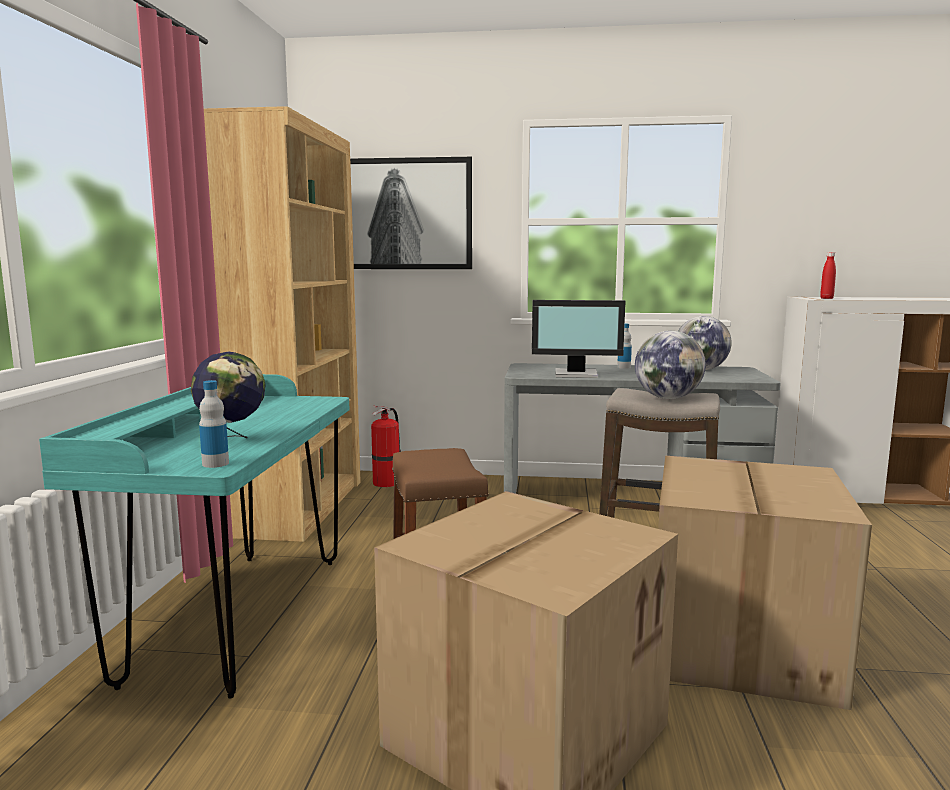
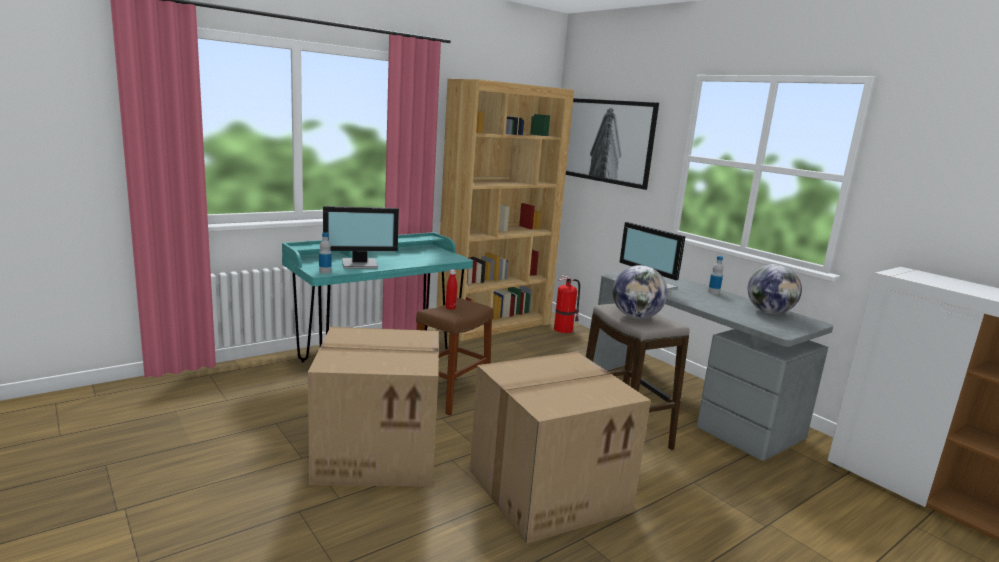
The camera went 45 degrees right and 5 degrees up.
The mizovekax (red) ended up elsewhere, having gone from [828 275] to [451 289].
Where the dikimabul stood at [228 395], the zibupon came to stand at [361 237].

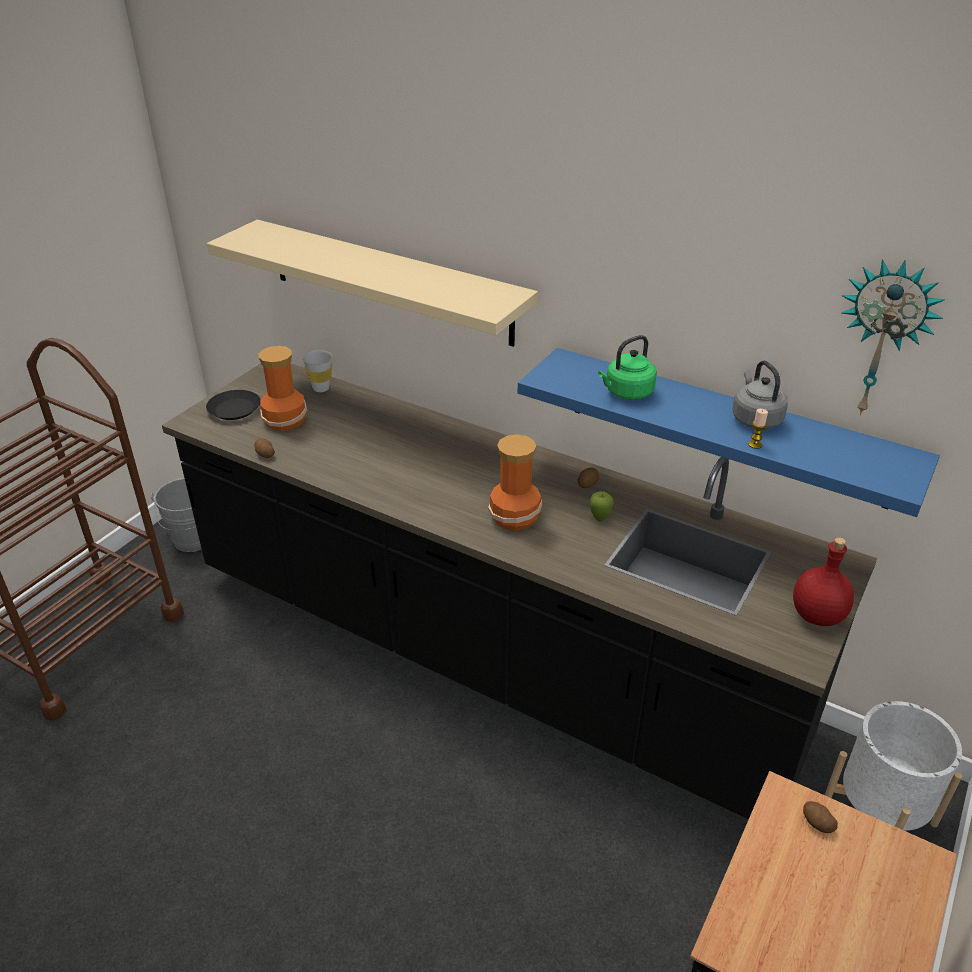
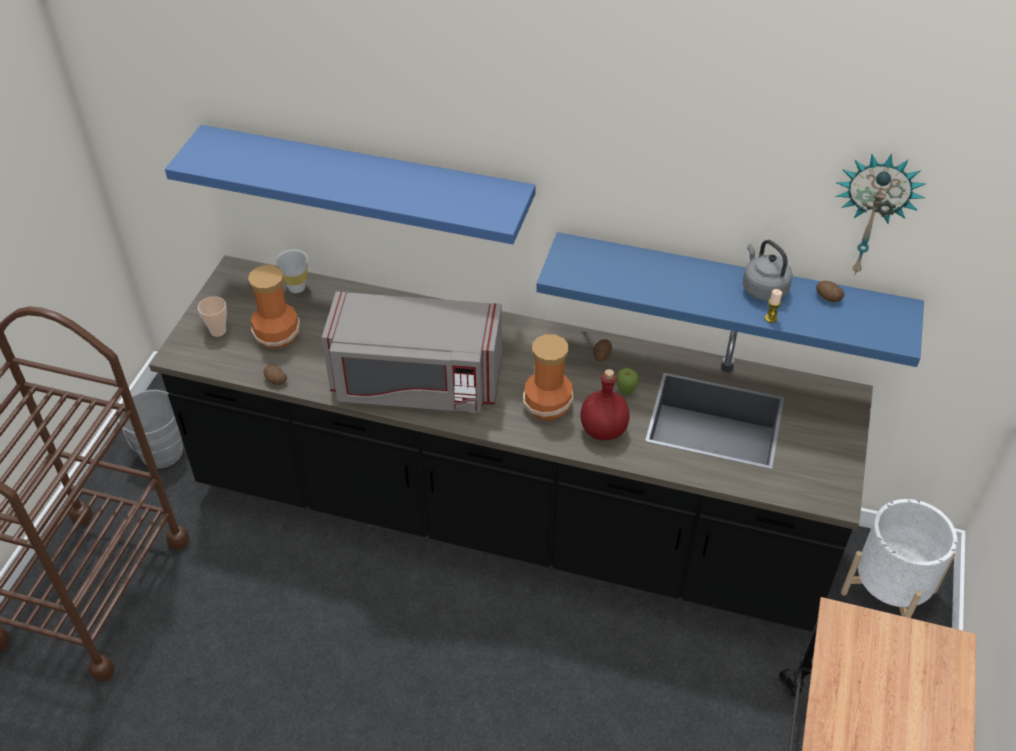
The camera went 15 degrees left and 10 degrees up.
The second view lost the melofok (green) at [627 367].
The second view gained the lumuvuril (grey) at [412 352].
The mizovekax (red) ended up elsewhere, having gone from [823 581] to [604 404].
The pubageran ended up elsewhere, having gone from [820 817] to [830 291].
Where the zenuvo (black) stood at [233 405], the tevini came to stand at [212 316].
What was the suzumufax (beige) at [372 283] turned into the suzumufax (blue) at [350 184].

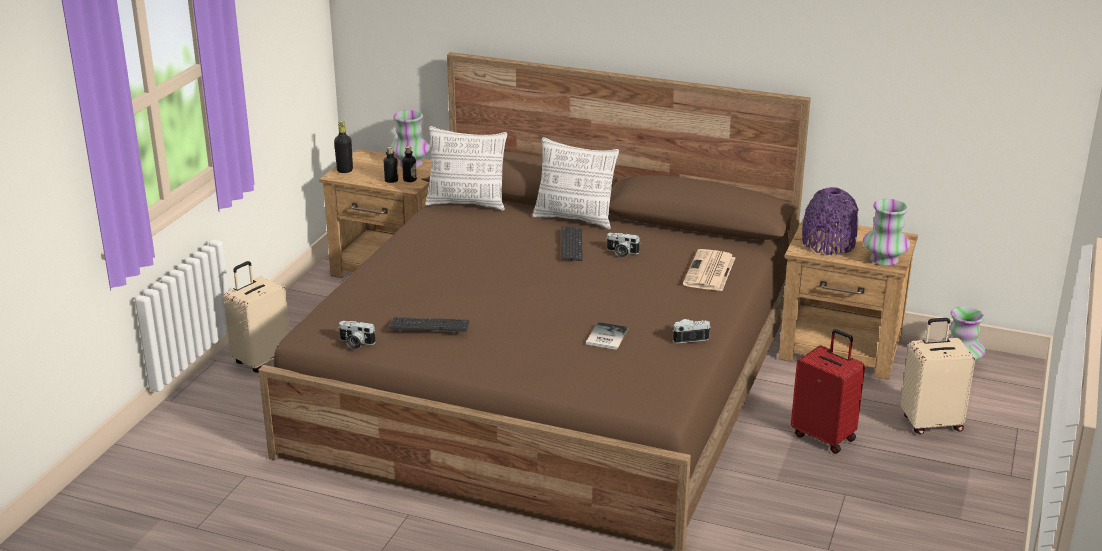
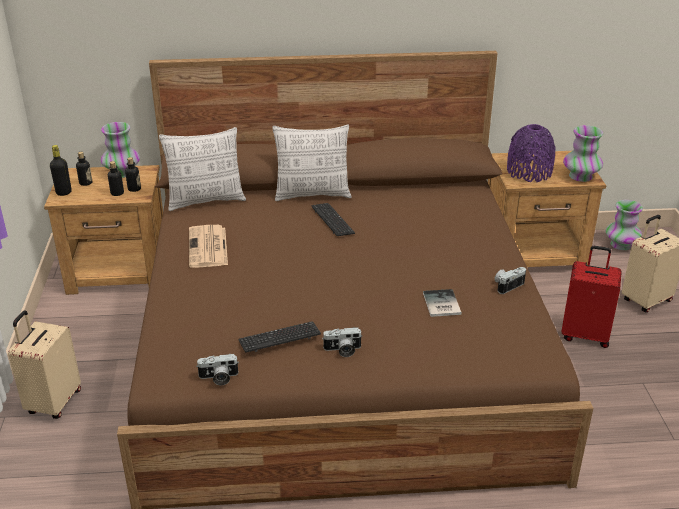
The camera went 25 degrees left and 5 degrees up.
The second view gained the mizovekax at [84 169].
The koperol ended up elsewhere, having gone from [623 245] to [343 342].
The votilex ended up elsewhere, having gone from [709 270] to [208 246].

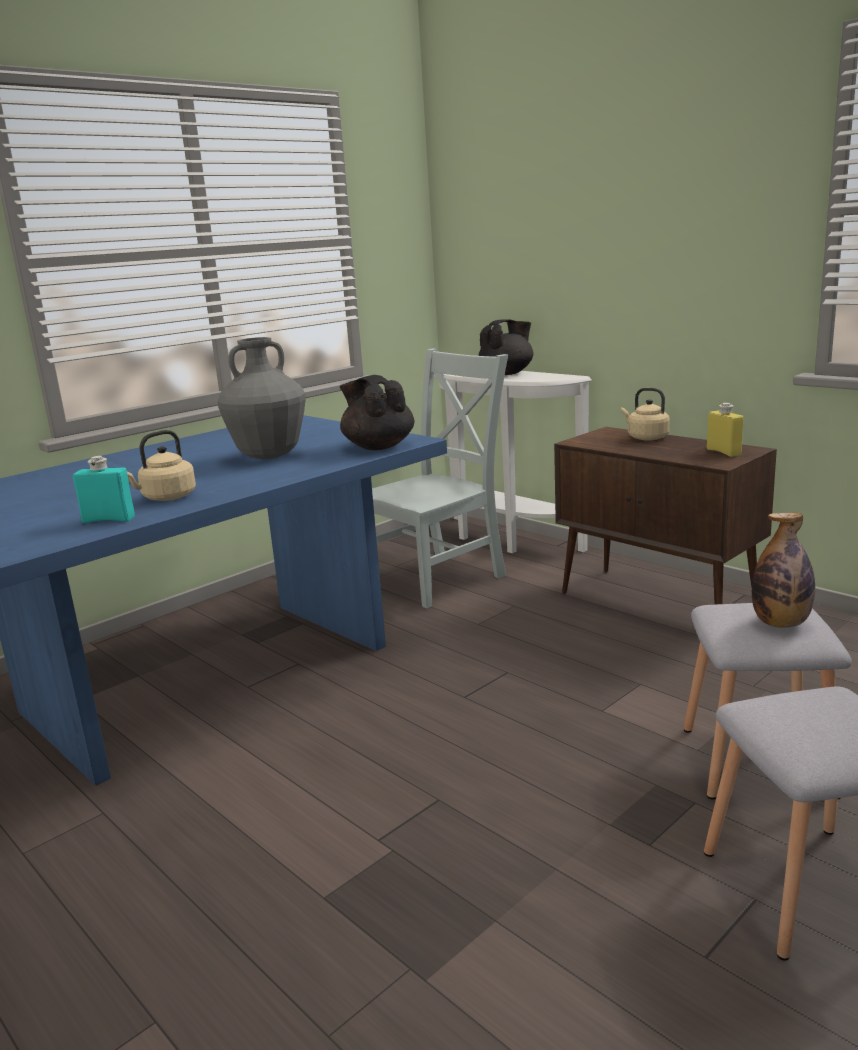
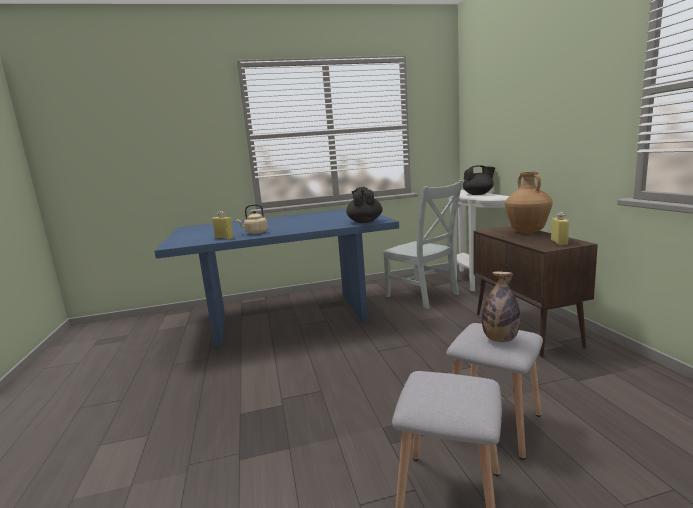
The camera went 30 degrees right and 5 degrees down.
The second view lost the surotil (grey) at [262 398].
Where the melofok (beige) stood at [645 414], the surotil (brown) came to stand at [529 202].
What was the mizovekax (turquoise) at [104 489] turned into the mizovekax (yellow) at [223 225].
The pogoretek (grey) at [440 478] ended up facing another way, 60 degrees clockwise from before.

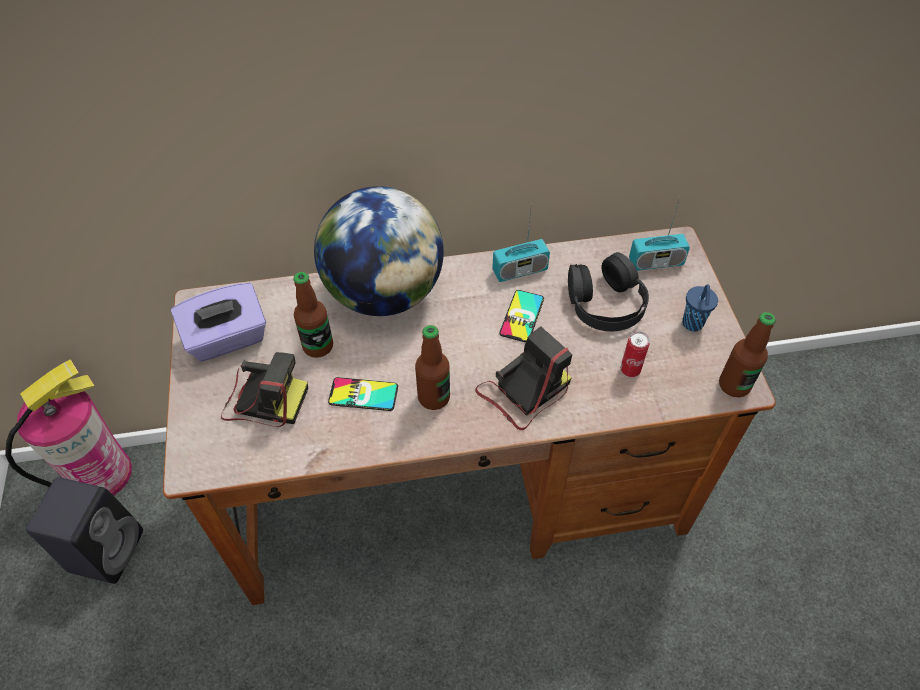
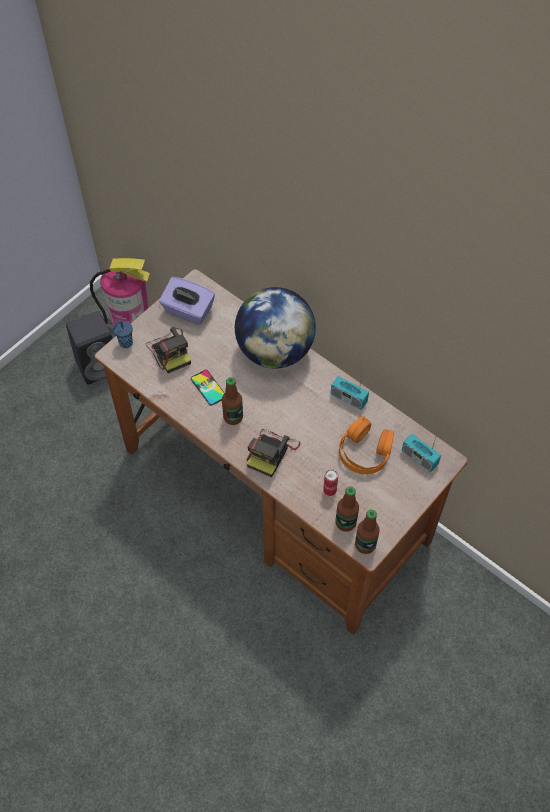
The camera went 50 degrees right and 5 degrees up.
The second view lost the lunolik at [521 316].
The mizovekax ended up elsewhere, having gone from [313 315] to [347 509].
The tevini (blue) ended up elsewhere, having gone from [700 307] to [122 334].
What was the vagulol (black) at [608 292] turned into the vagulol (orange) at [366 445].
The koperol at [523 378] ended up facing another way, 105 degrees clockwise from before.

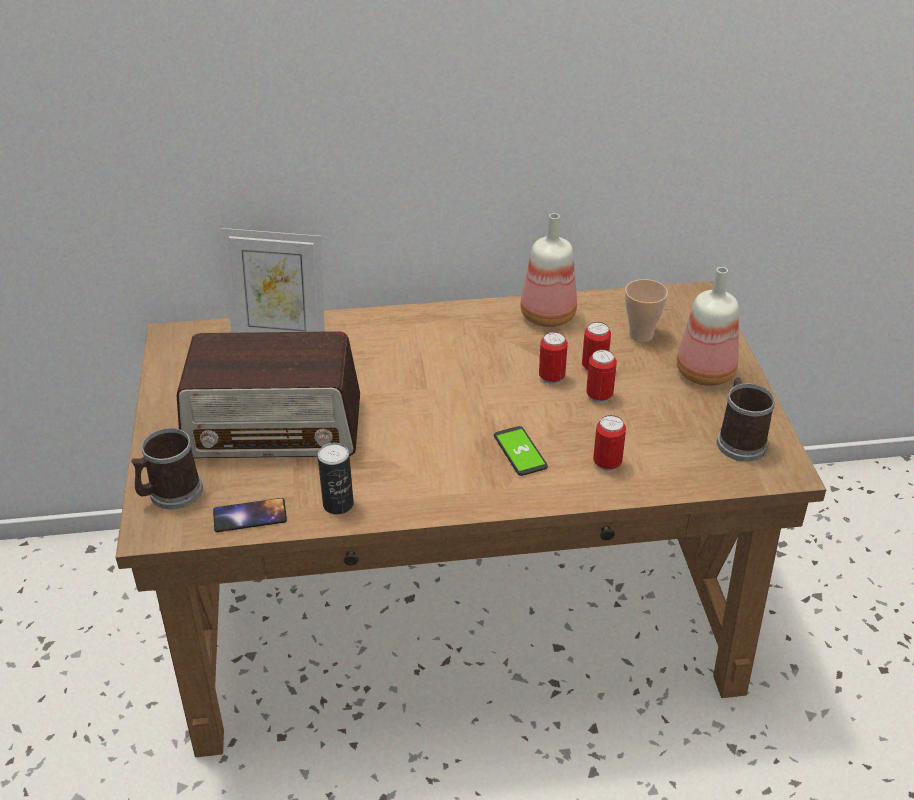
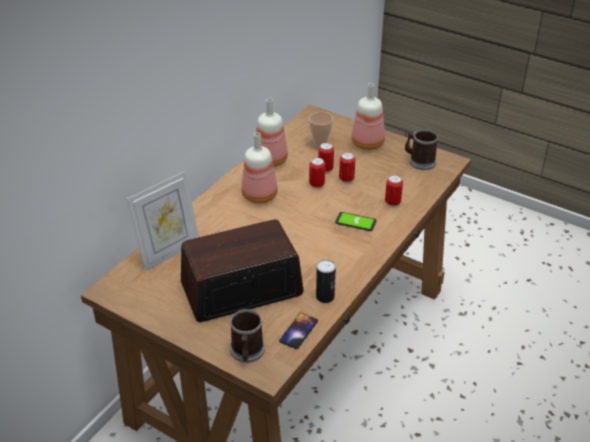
The camera went 50 degrees left and 0 degrees up.
The second view gained the mizovekax at [259 168].
The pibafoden at [268 394] ended up facing another way, 150 degrees counterclockwise from before.

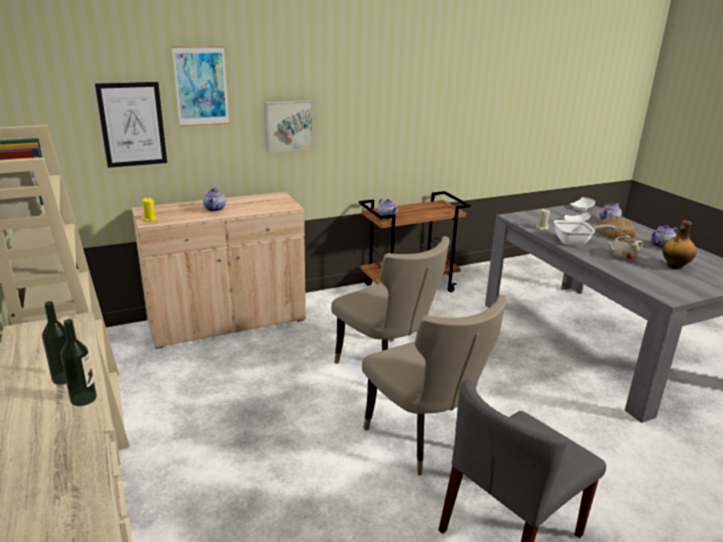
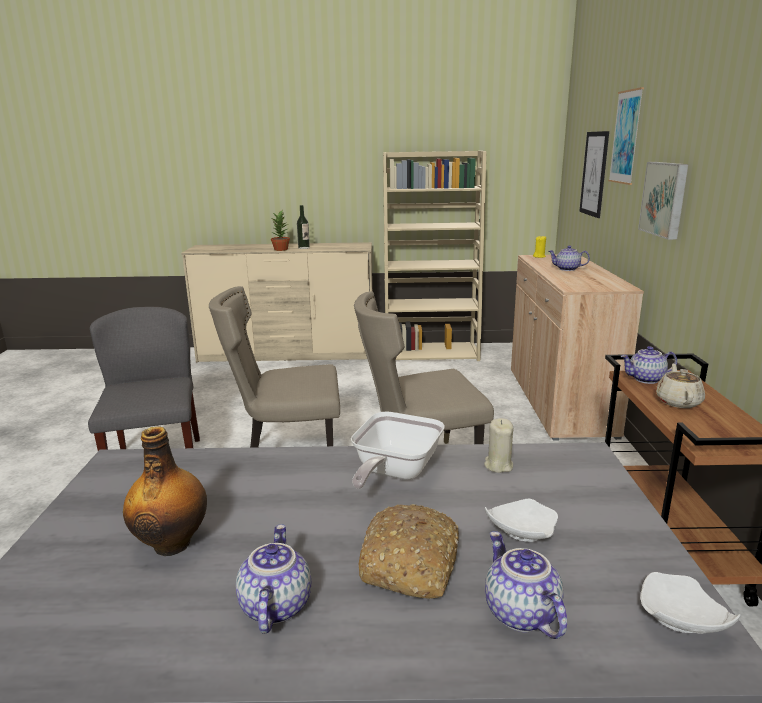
The camera went 115 degrees right and 5 degrees down.
The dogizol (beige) ended up elsewhere, having gone from [625 247] to [680 386].
Where the mizovekax stood at [79 362], the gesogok came to stand at [280 230].

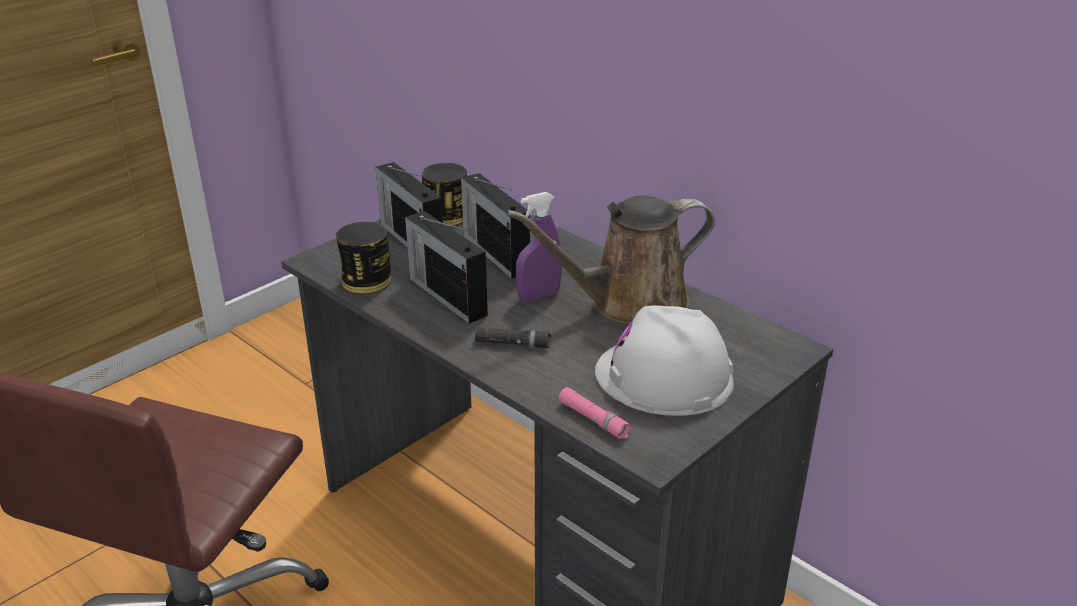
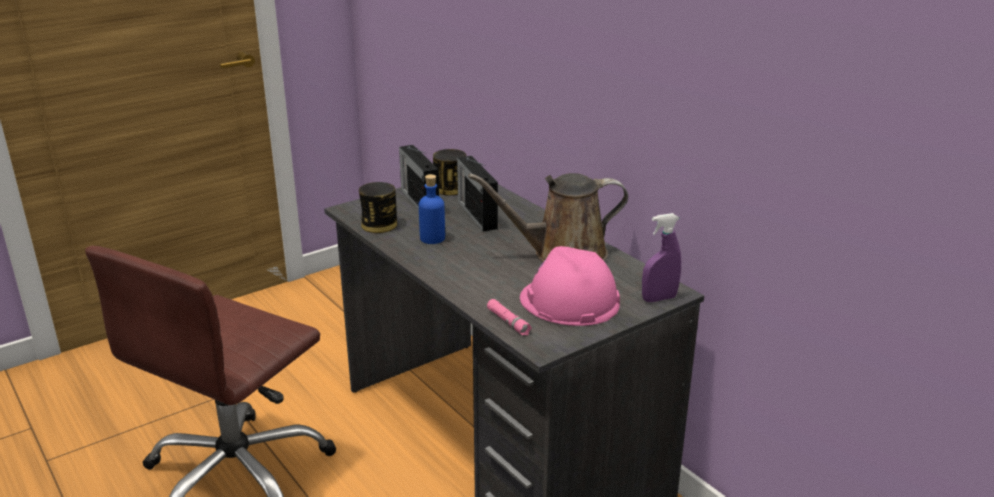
The camera went 10 degrees right and 5 degrees down.
The second view lost the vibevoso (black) at [513 337].
The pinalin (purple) ended up elsewhere, having gone from [539 247] to [661 257].
Where the pibafoden stood at [446 267], the mizovekax (blue) came to stand at [432 209].
What was the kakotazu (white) at [664 361] turned into the kakotazu (pink) at [570 286].

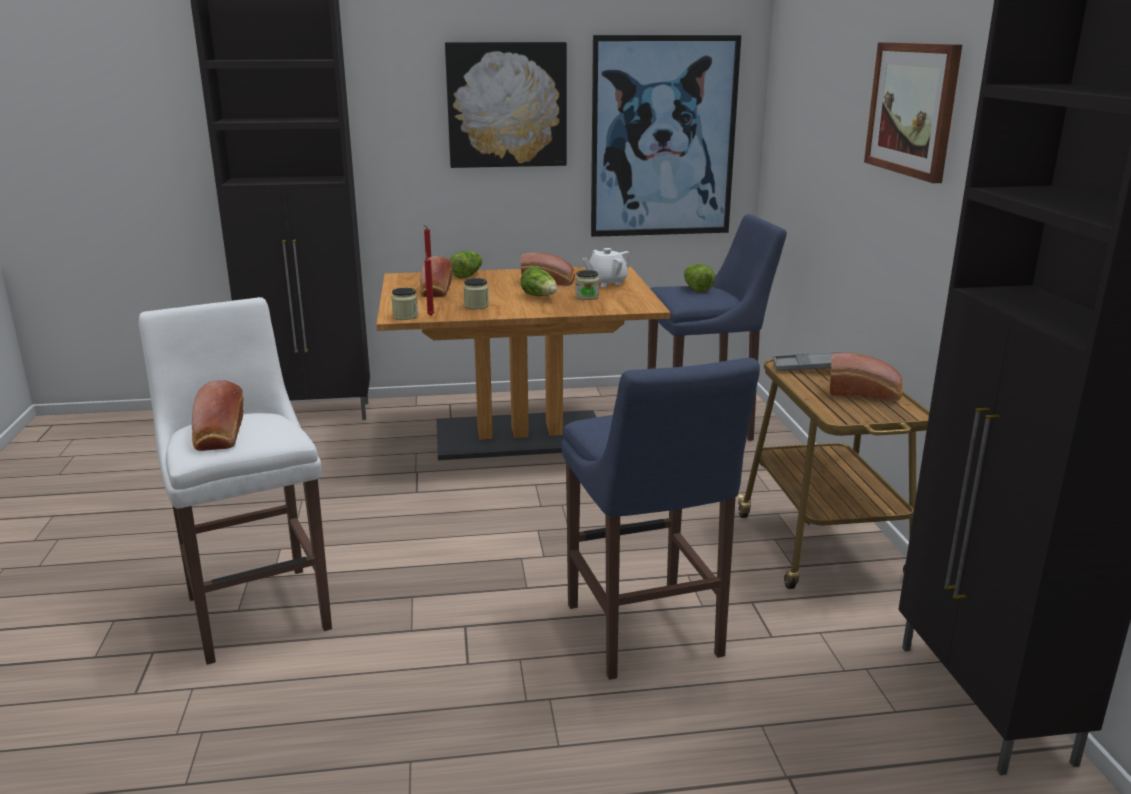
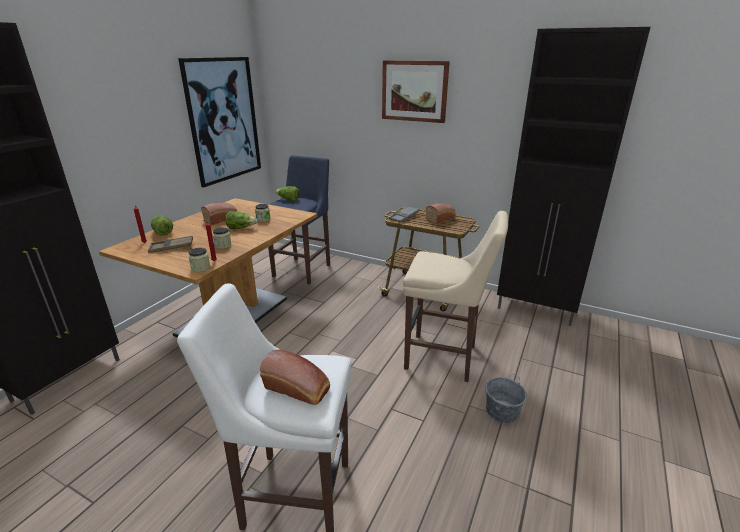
The camera went 55 degrees left and 5 degrees up.
The second view lost the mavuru at [506 105].
The second view lost the dogizol (white) at [607 267].
The second view gained the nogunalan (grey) at [506 398].
Where the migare stood at [436 276], the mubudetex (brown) came to stand at [170 244].
What was the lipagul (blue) at [660 519] turned into the lipagul (beige) at [455 296].

